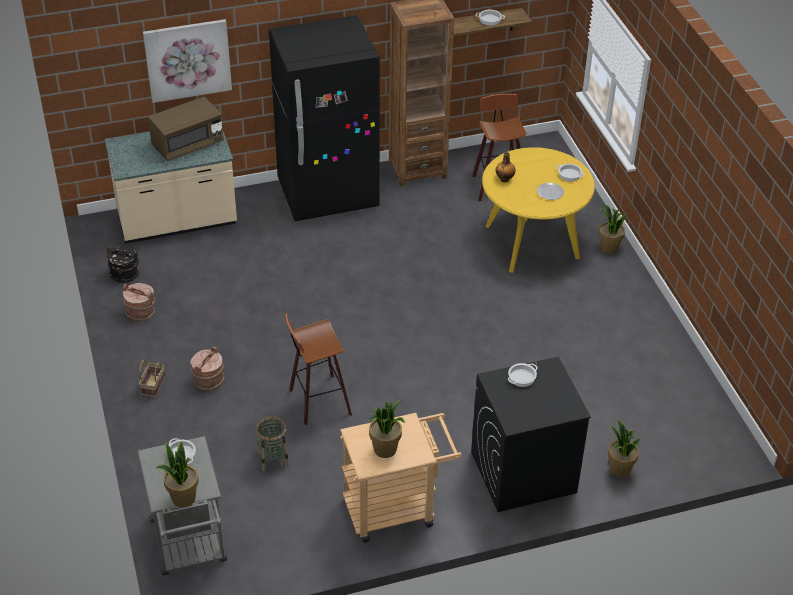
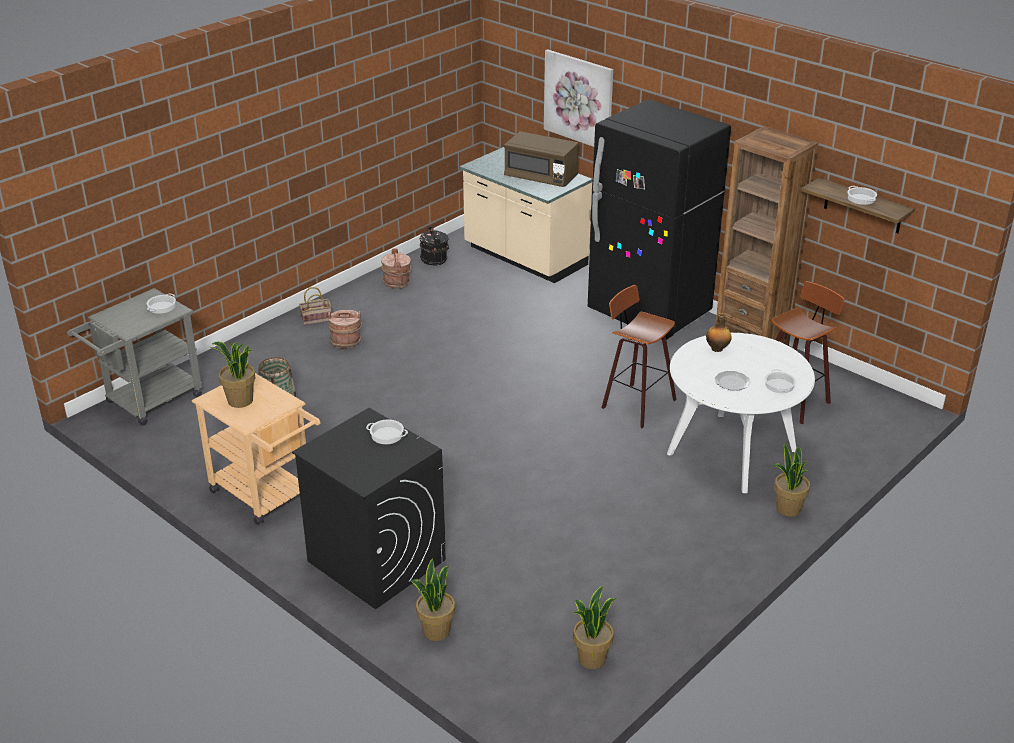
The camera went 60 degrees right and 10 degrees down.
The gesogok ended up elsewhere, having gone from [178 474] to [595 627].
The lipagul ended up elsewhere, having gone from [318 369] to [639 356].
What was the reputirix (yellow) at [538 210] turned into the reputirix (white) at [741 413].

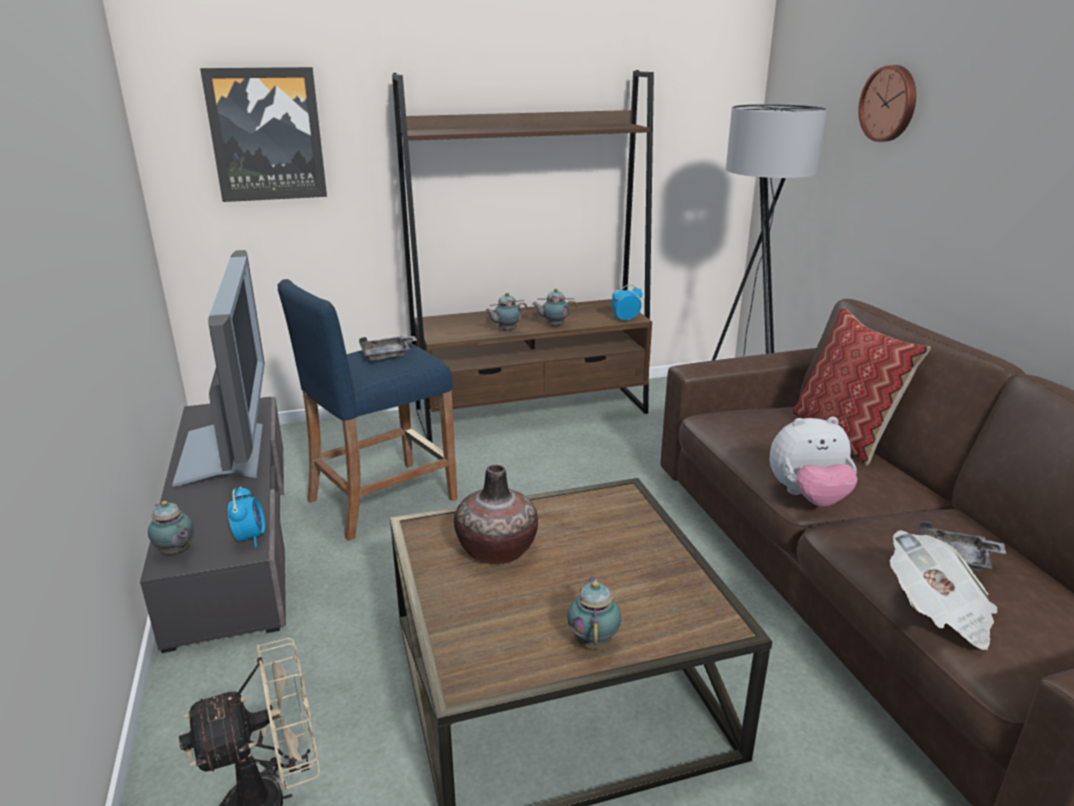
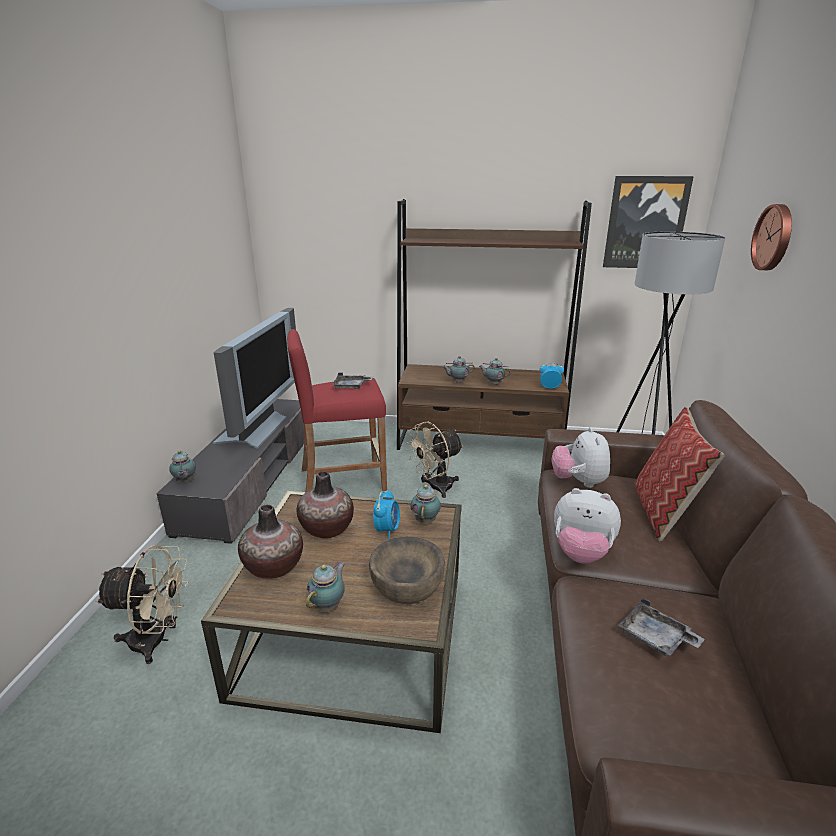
The camera went 25 degrees right and 0 degrees up.
The second view lost the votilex at [944 590].
The second view gained the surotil at [270 542].
The second view gained the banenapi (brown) at [407 570].
The second view gained the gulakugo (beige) at [435 459].
The second view gained the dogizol at [426 503].
The second view gained the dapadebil at [580 457].
The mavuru ended up elsewhere, having gone from [263 134] to [648 222].
The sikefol ended up elsewhere, having gone from [246 516] to [386 514].
What was the lipagul (blue) at [368 410] turned into the lipagul (red) at [337 410].

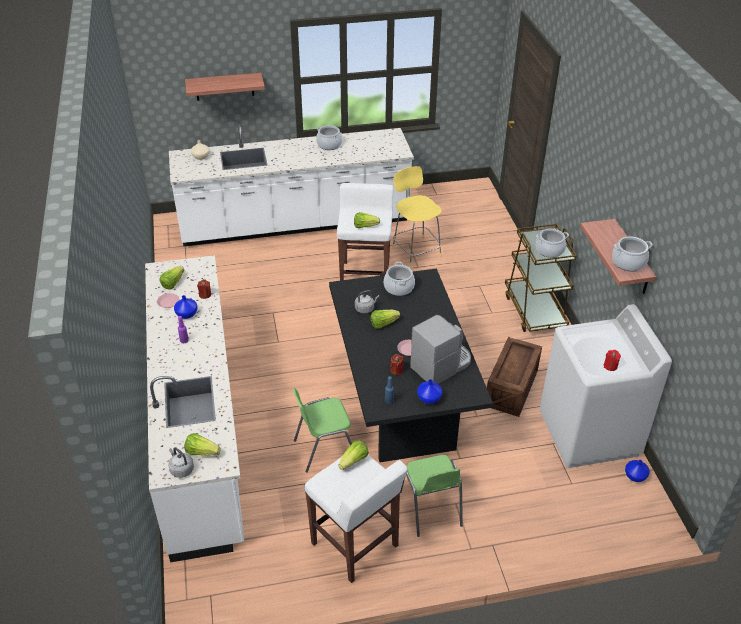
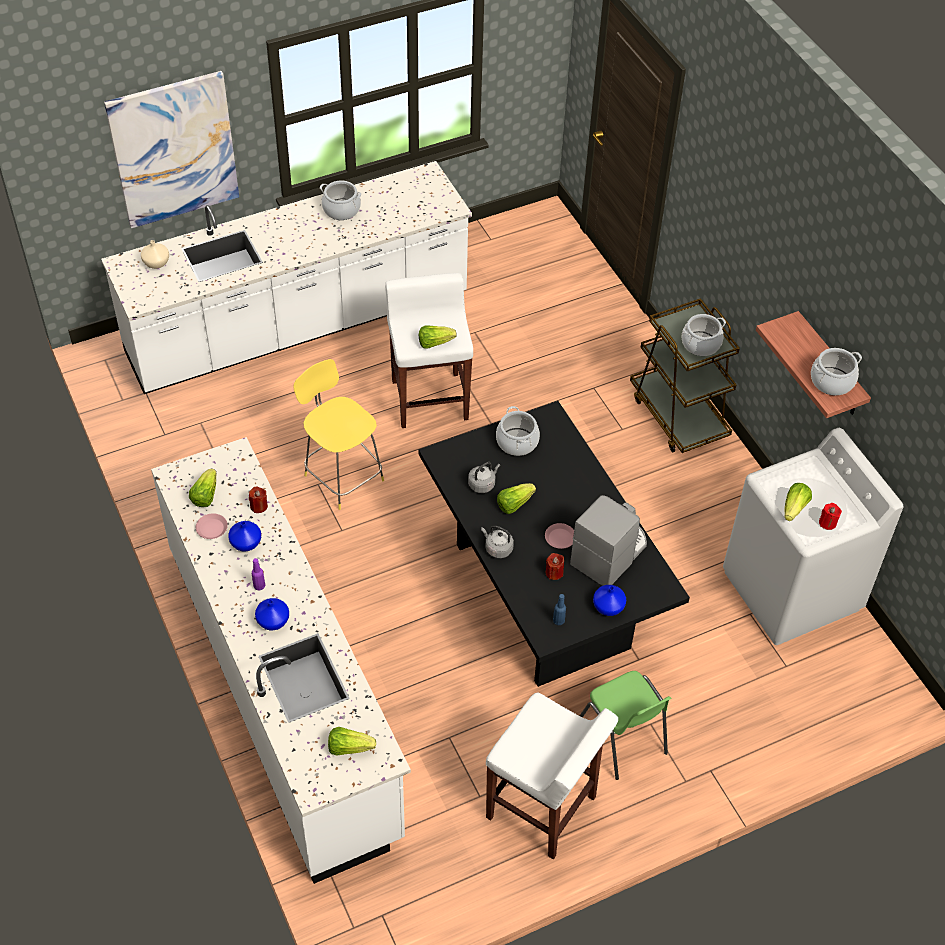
The camera went 15 degrees left and 10 degrees up.
The second view lost the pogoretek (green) at [322 430].
The second view lost the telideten at [514 377].
The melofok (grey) ended up elsewhere, having gone from [181 463] to [497 541].
The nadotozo ended up elsewhere, having gone from [354 455] to [798 502].
The lipagul (yellow) ended up elsewhere, having gone from [417 216] to [338 434].
The surotil (blue) ended up elsewhere, having gone from [637 471] to [272 614].
Where the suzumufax hung at [225 87], the mavuru came to hang at [171 149].

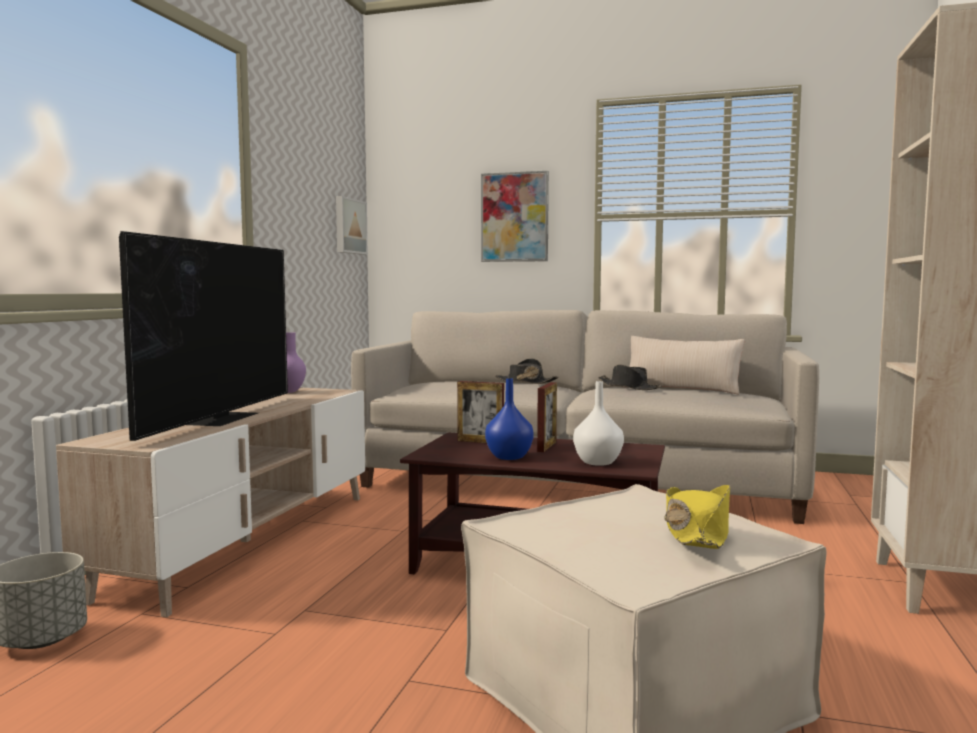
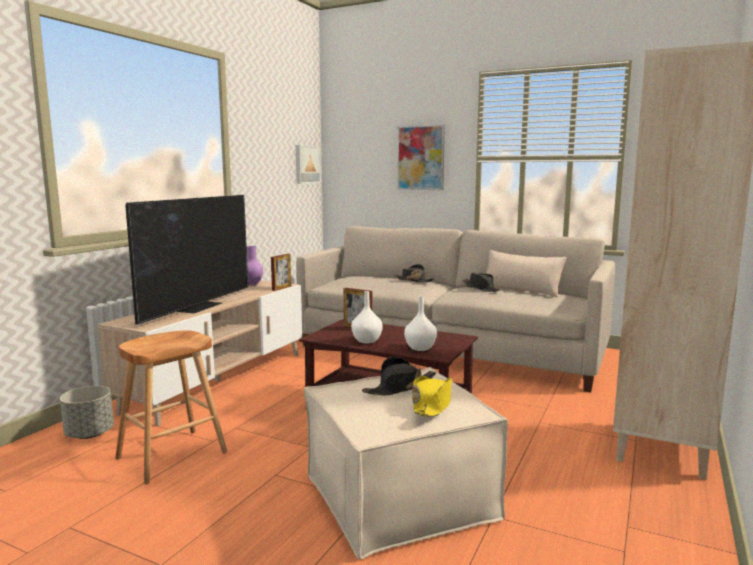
The camera went 10 degrees right and 5 degrees up.
The second view gained the lipagul (brown) at [171 407].
The second view gained the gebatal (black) at [399 376].
The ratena ended up elsewhere, having gone from [547 417] to [281 272].
What was the surotil (blue) at [509 419] turned into the surotil (white) at [367 317].

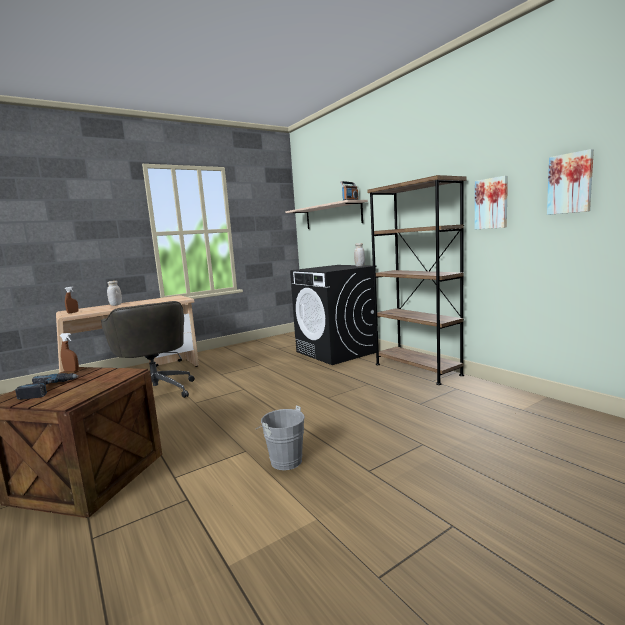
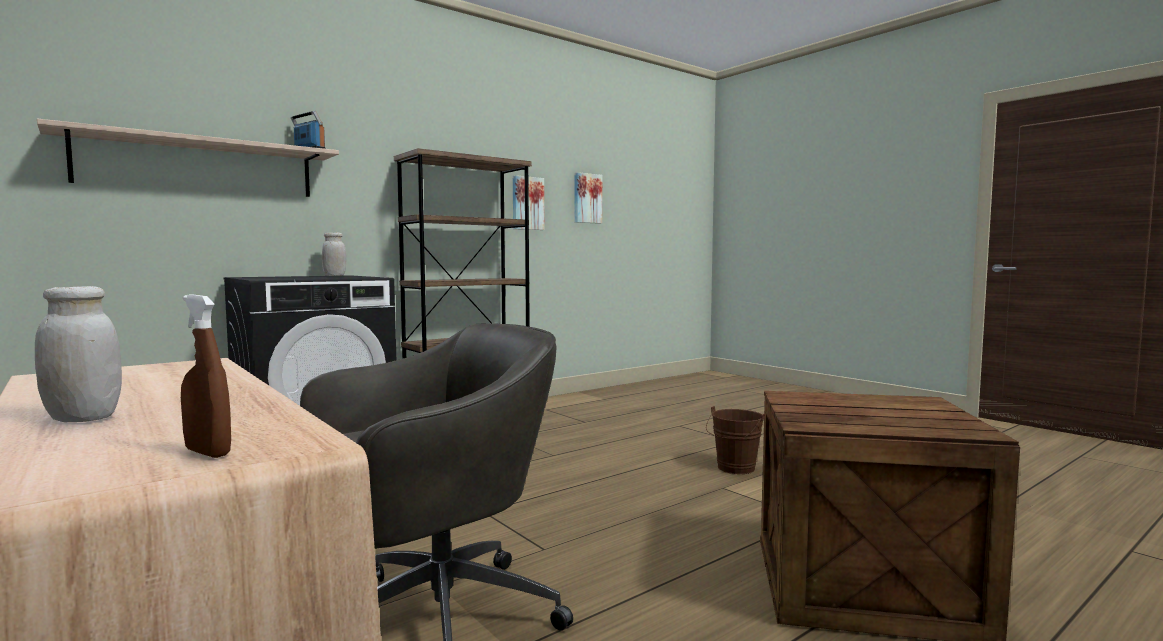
The camera went 95 degrees left and 5 degrees down.
The second view lost the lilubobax at [46 386].
The second view lost the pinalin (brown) at [69 352].
What was the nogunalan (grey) at [280 438] turned into the nogunalan (brown) at [735 440].

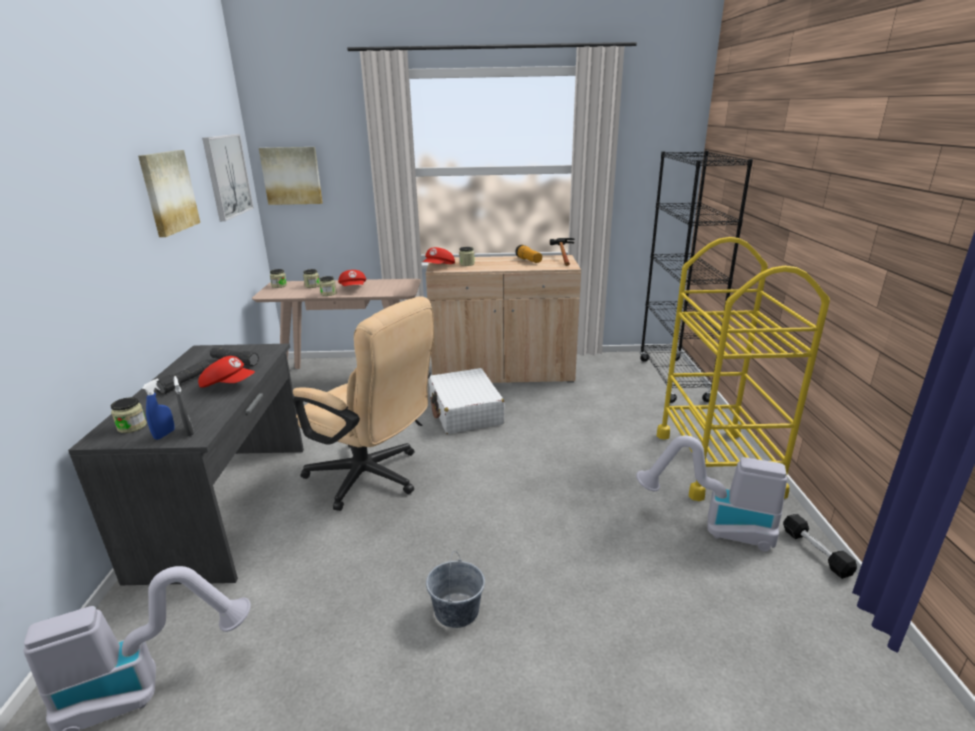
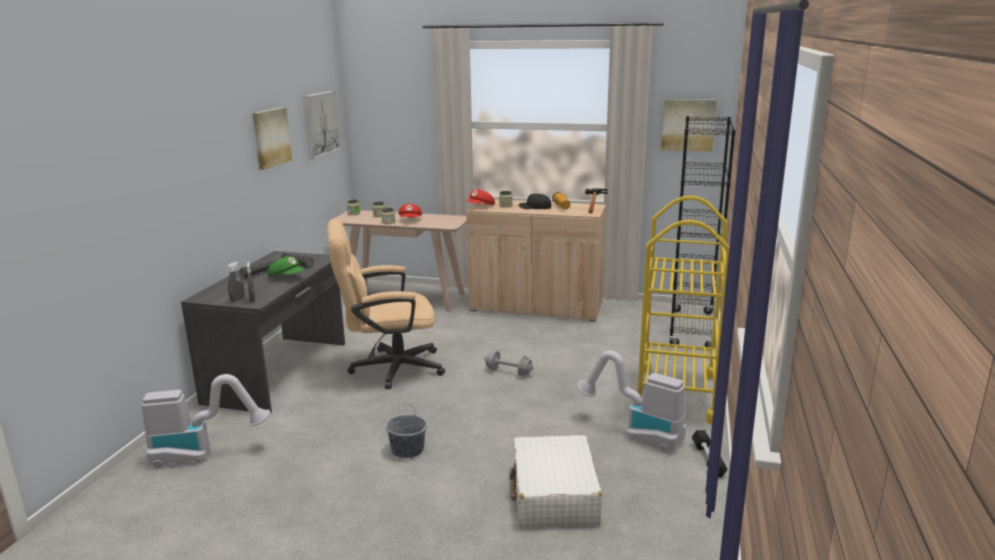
The camera went 15 degrees right and 5 degrees down.
The second view lost the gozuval at [129 415].
The second view gained the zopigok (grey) at [509 363].
The second view gained the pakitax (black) at [534 201].
The mavuru ended up elsewhere, having gone from [291 176] to [689 125].
The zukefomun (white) ended up elsewhere, having gone from [466 401] to [556 481].
What was the pinalin (blue) at [158 409] turned into the pinalin (grey) at [236 282].
What was the pakitax (red) at [226 372] turned into the pakitax (green) at [285 266].
The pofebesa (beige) at [363 404] ended up facing another way, 120 degrees clockwise from before.

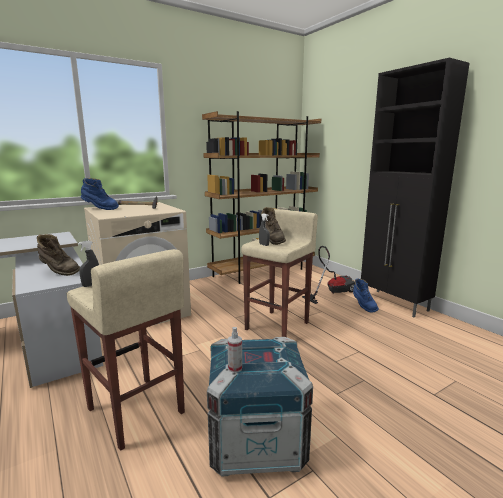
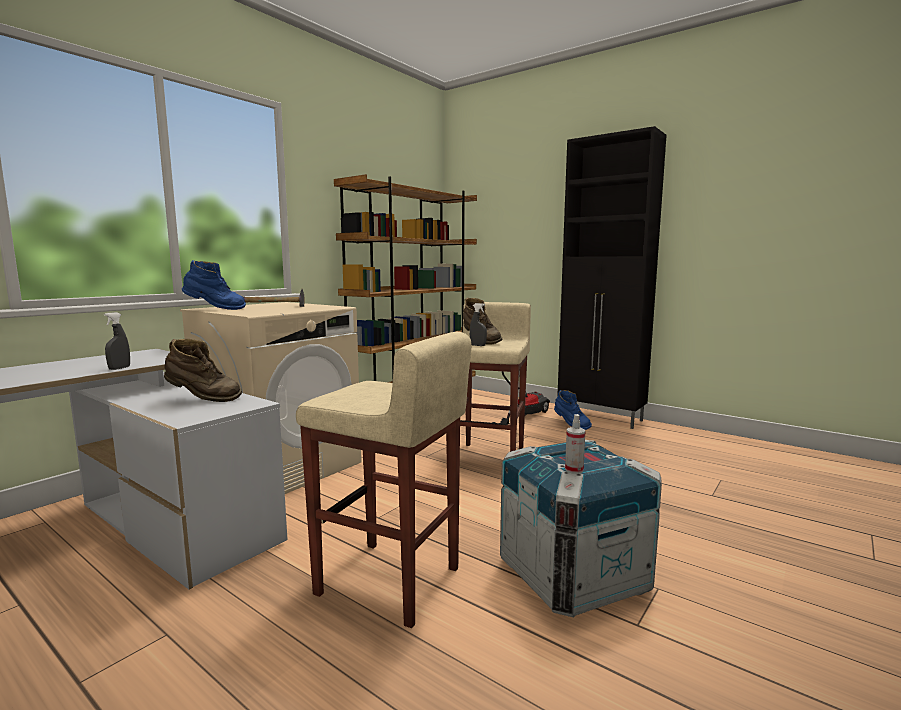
The camera went 20 degrees left and 5 degrees down.
The pinalin (grey) ended up elsewhere, having gone from [88 263] to [117 341].

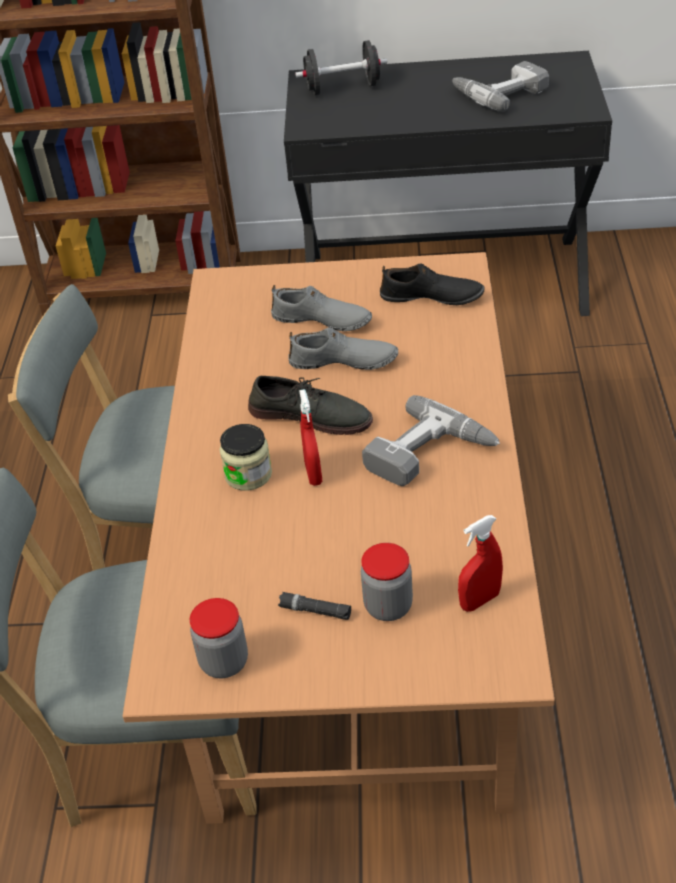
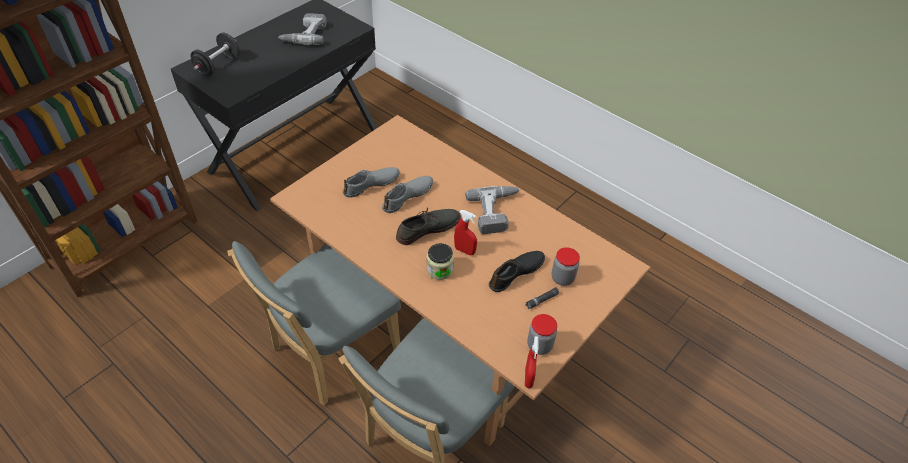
The camera went 55 degrees left and 5 degrees up.
The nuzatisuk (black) ended up elsewhere, having gone from [432 284] to [517 271].
The pinalin (red) ended up elsewhere, having gone from [480 563] to [532 362].

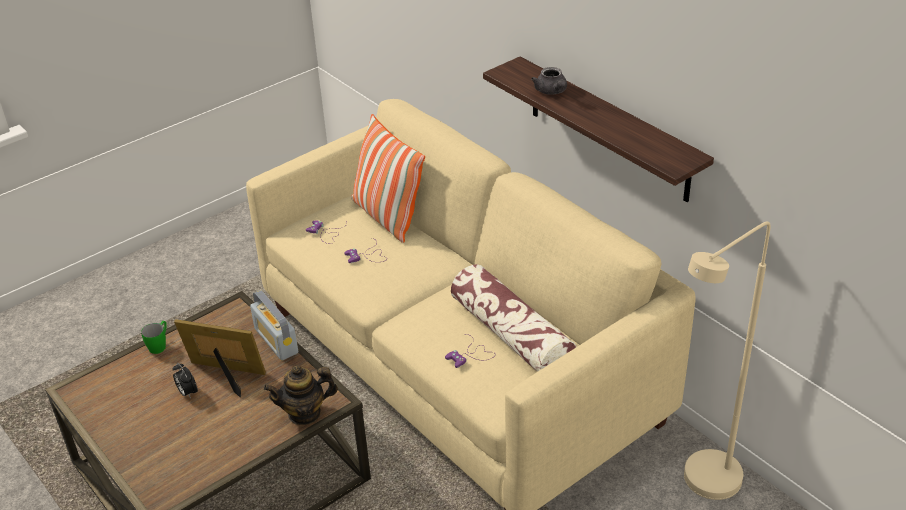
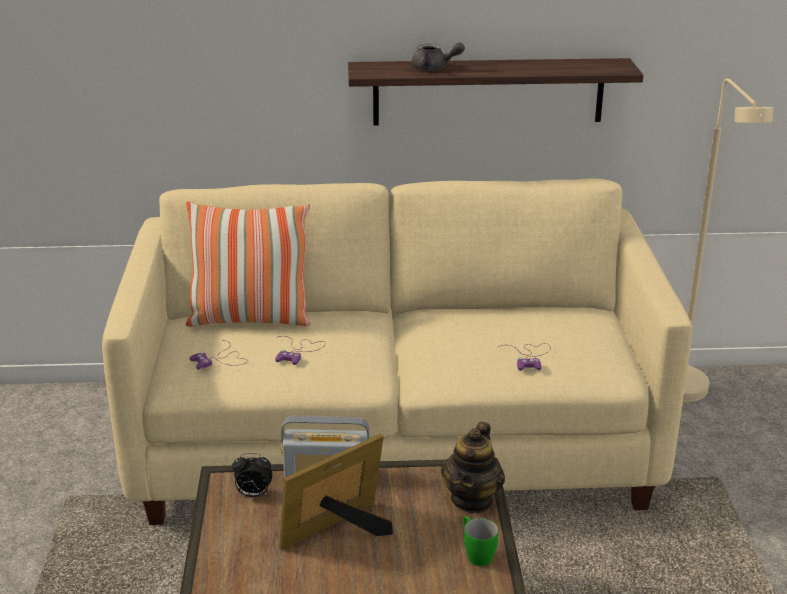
The camera went 55 degrees left and 10 degrees down.
The second view lost the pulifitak at [513 318].
The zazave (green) ended up elsewhere, having gone from [154 337] to [481 541].
The sikefol ended up elsewhere, having gone from [185 381] to [252 475].

